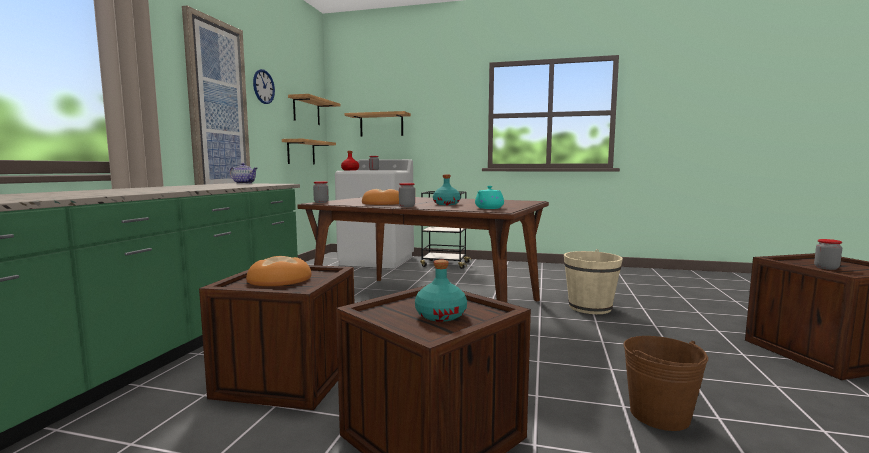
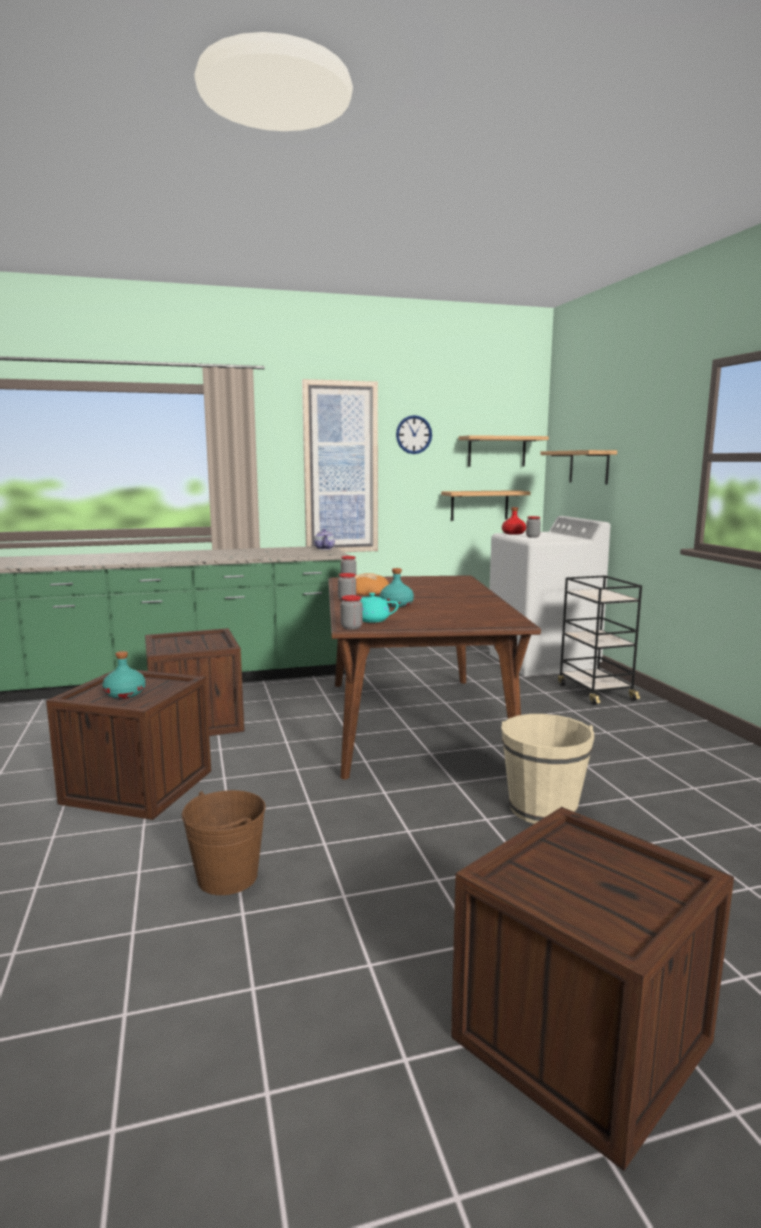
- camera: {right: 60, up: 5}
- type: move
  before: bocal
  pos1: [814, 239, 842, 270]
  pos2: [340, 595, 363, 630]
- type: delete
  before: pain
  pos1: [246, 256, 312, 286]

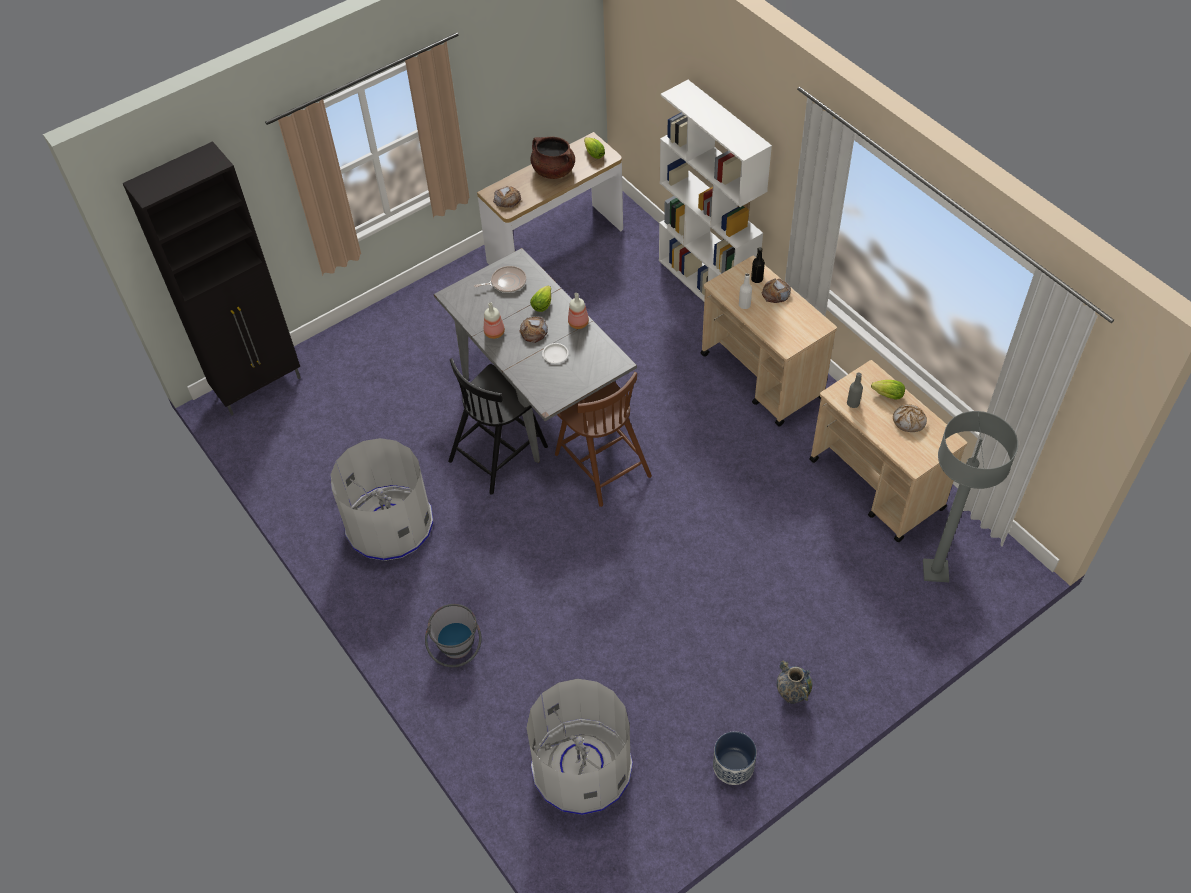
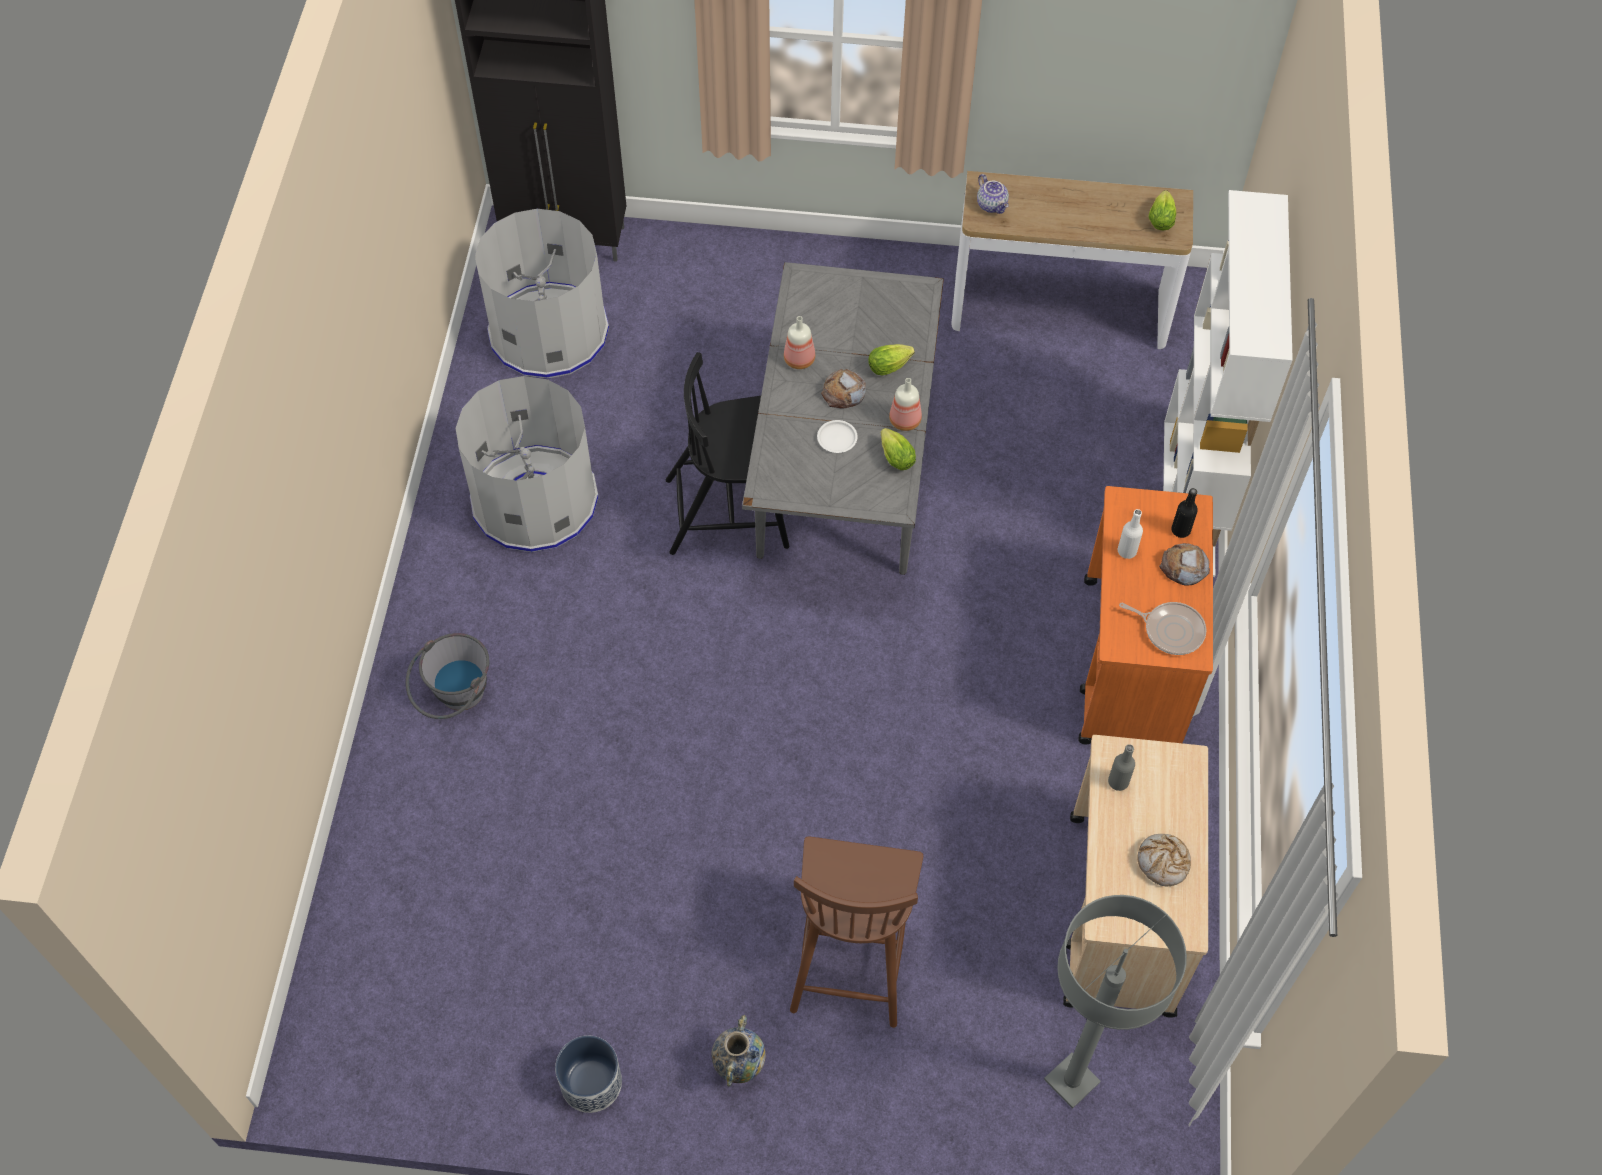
- camera: {right: 40, up: 5}
- type: delete
  before: marmite [marron]
  pos1: [530, 137, 575, 179]
- type: replace
  before: pain
  after: théière
  pos1: [493, 186, 521, 208]
  pos2: [977, 174, 1009, 214]
- type: recolor
  before: chariot [beige]
  after: chariot [orange]
  pos1: [701, 256, 837, 427]
  pos2: [1078, 486, 1213, 744]
- type: move
  before: poêle
  pos1: [474, 266, 526, 293]
  pos2: [1119, 602, 1206, 655]
- type: move
  before: chaise [marron]
  pos1: [555, 372, 652, 507]
  pos2: [790, 836, 923, 1028]
- type: move
  before: laitue
  pos1: [871, 380, 905, 400]
  pos2: [881, 428, 916, 470]
- type: move
  before: poubelle [gris]
  pos1: [526, 679, 633, 815]
  pos2: [475, 209, 609, 379]

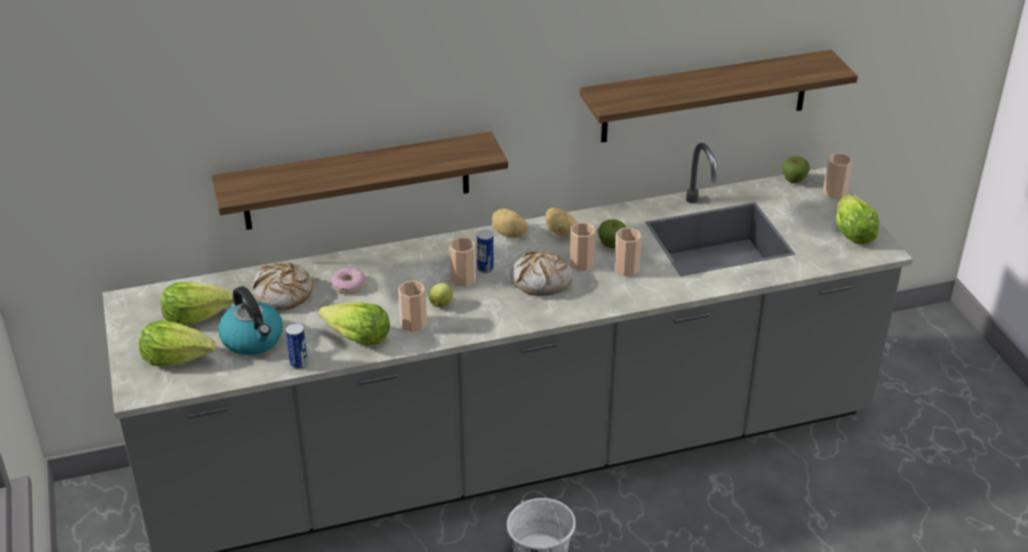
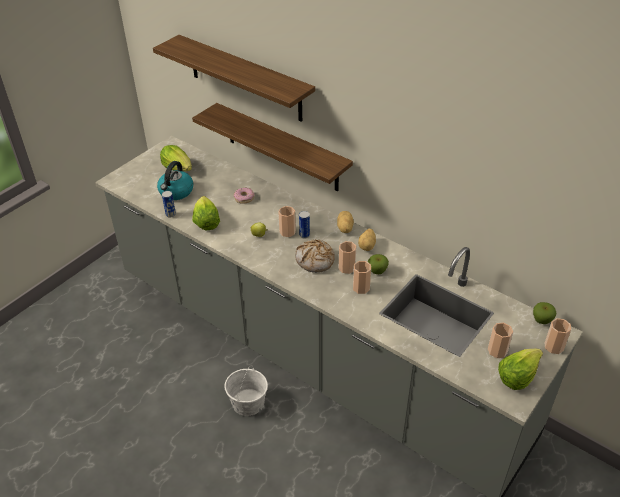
- camera: {right: 55, up: 5}
- type: move
  before: étagère
  pos1: [580, 50, 858, 142]
  pos2: [153, 35, 315, 122]
- type: delete
  before: pain
  pos1: [252, 262, 313, 311]
- type: move
  before: tasse
  pos1: [398, 281, 427, 332]
  pos2: [488, 323, 513, 358]
- type: delete
  before: laitue
  pos1: [139, 320, 216, 366]

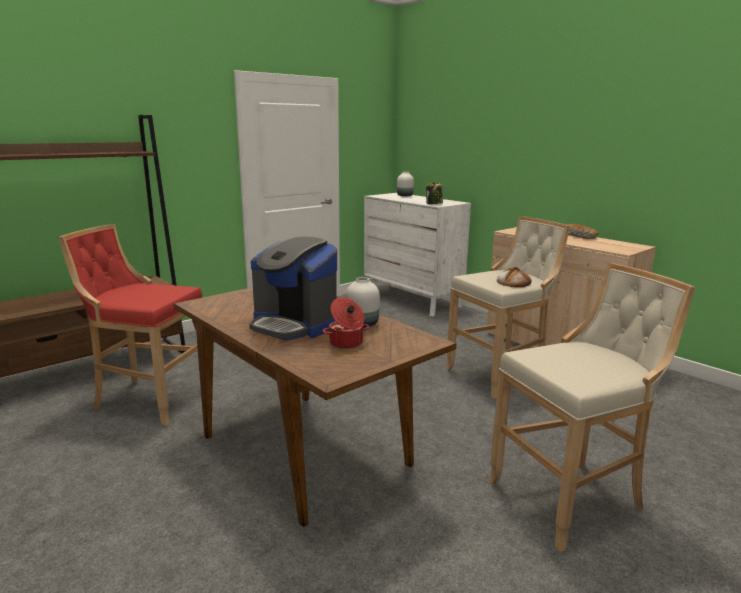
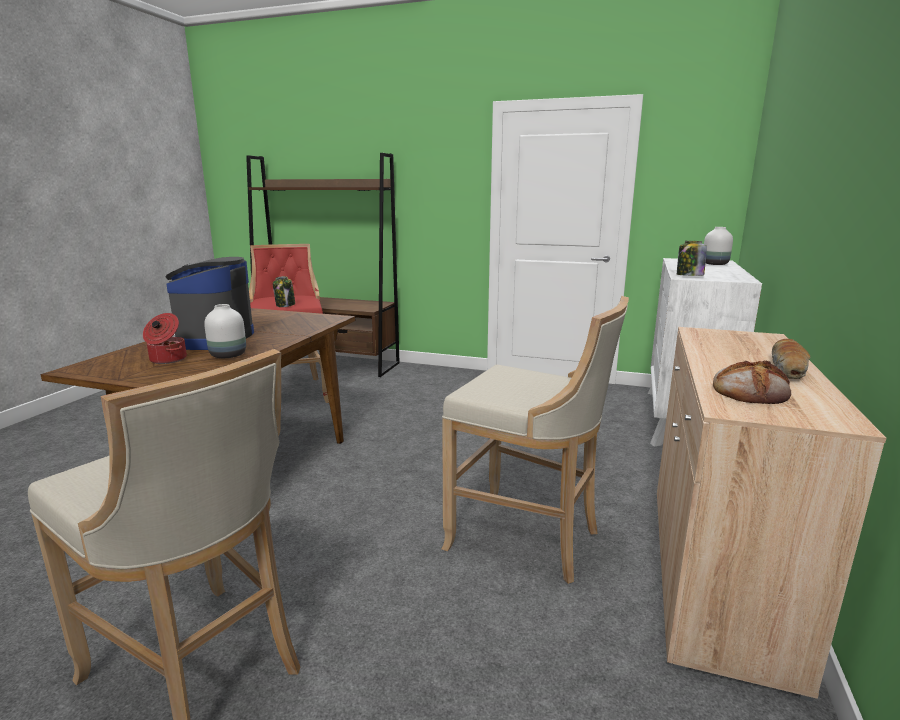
- camera: {right: 60, up: 0}
- type: move
  before: pain
  pos1: [497, 267, 531, 287]
  pos2: [713, 361, 791, 404]
- type: insert
  after: bocal
  pos2: [273, 276, 295, 307]

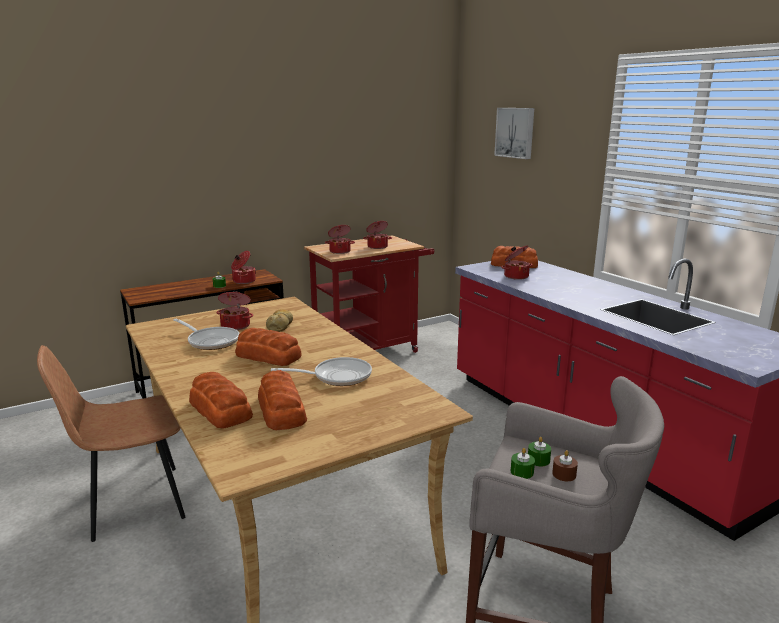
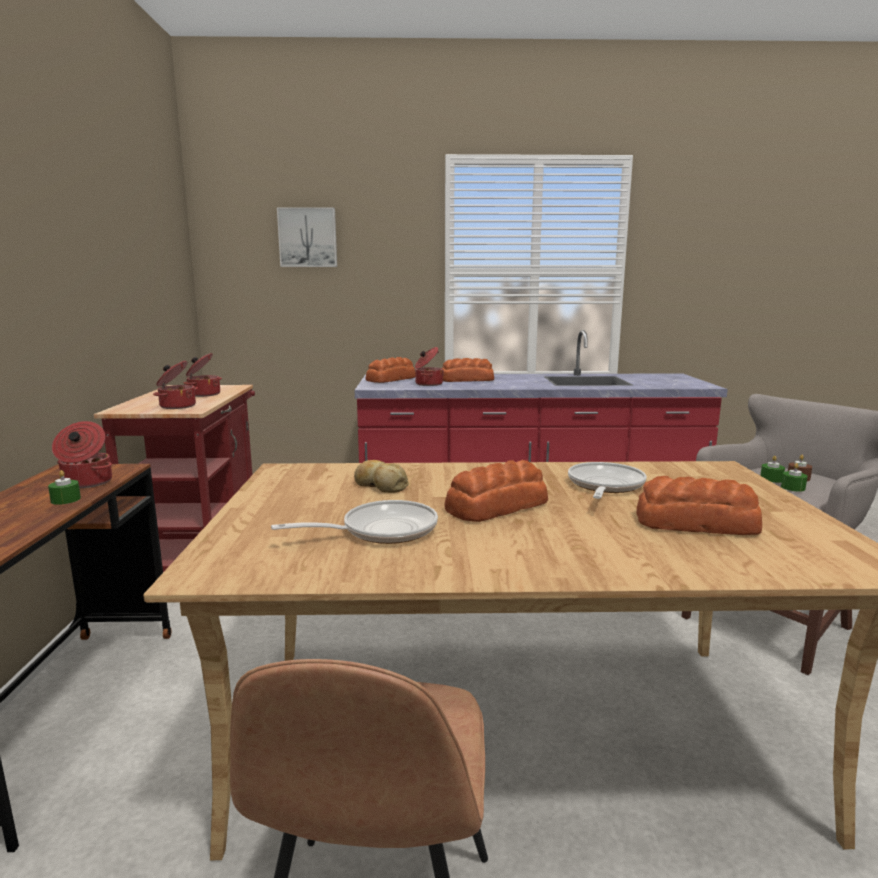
- camera: {right: -60, up: -5}
- type: delete
  before: marmite
  pos1: [217, 291, 253, 330]
- type: move
  before: pain
  pos1: [189, 372, 253, 429]
  pos2: [442, 358, 494, 382]

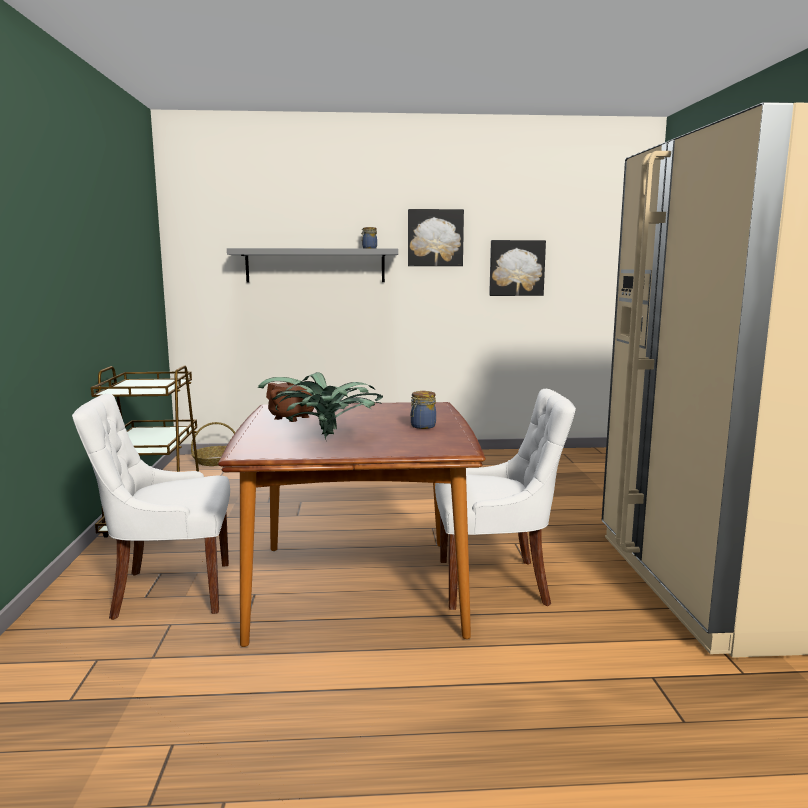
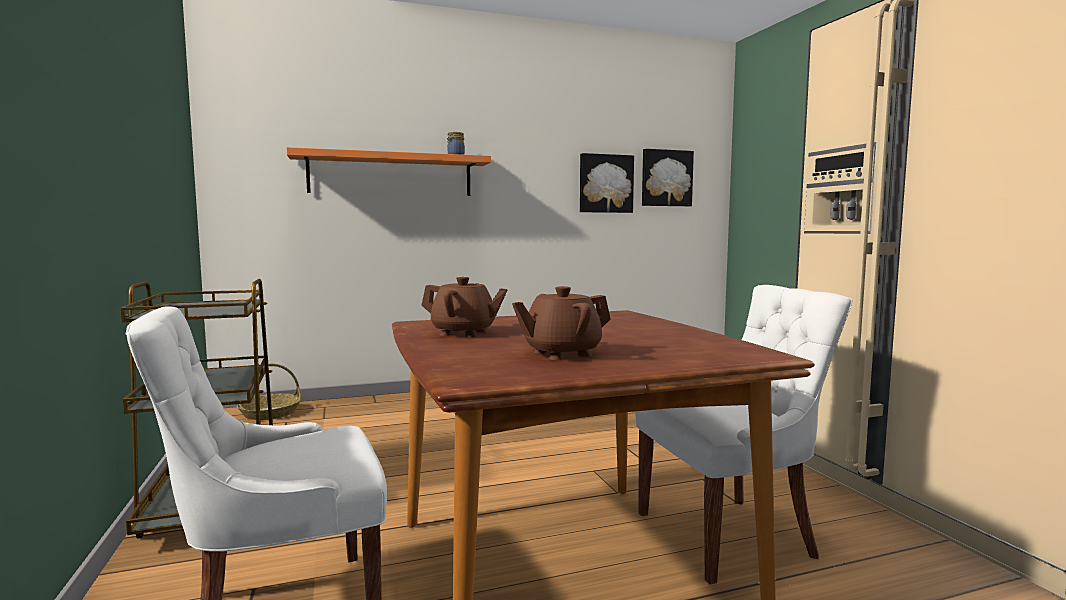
- camera: {right: -15, up: -5}
- type: move
  before: tableau
  pos1: [408, 209, 464, 266]
  pos2: [642, 149, 694, 206]
- type: recolor
  before: étagère [gris]
  after: étagère [orange]
  pos1: [227, 248, 398, 283]
  pos2: [287, 147, 491, 196]
- type: replace
  before: plante en pot
  after: théière [marron]
  pos1: [258, 372, 383, 442]
  pos2: [512, 286, 611, 360]
- type: delete
  before: bocal
  pos1: [410, 391, 436, 429]

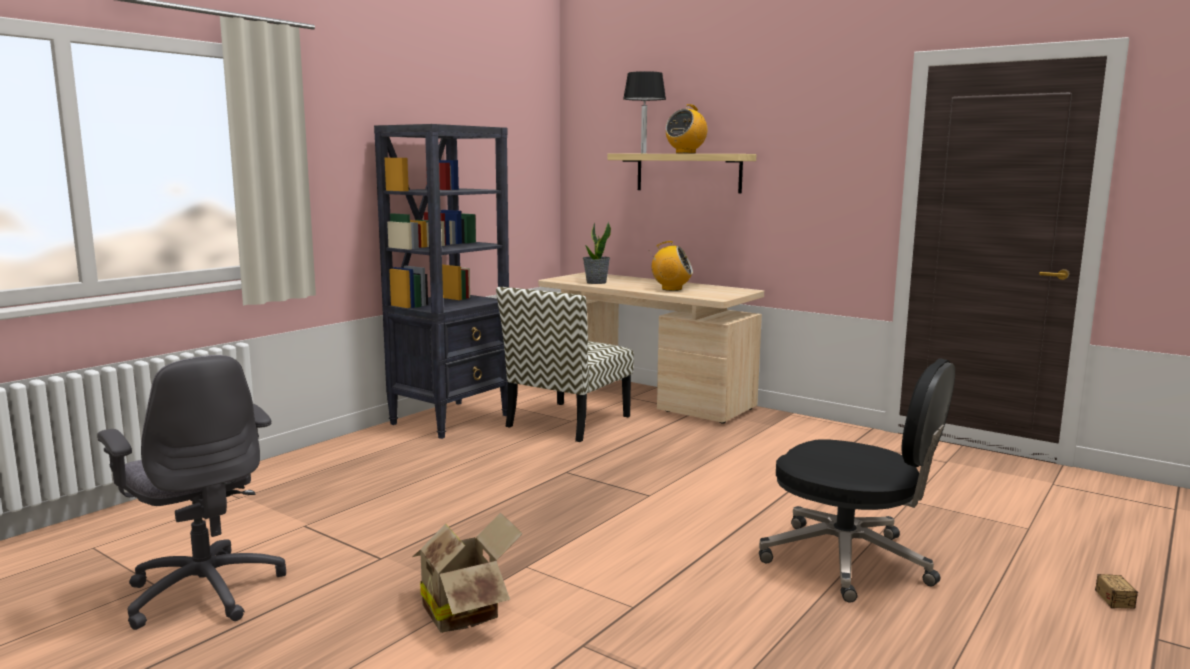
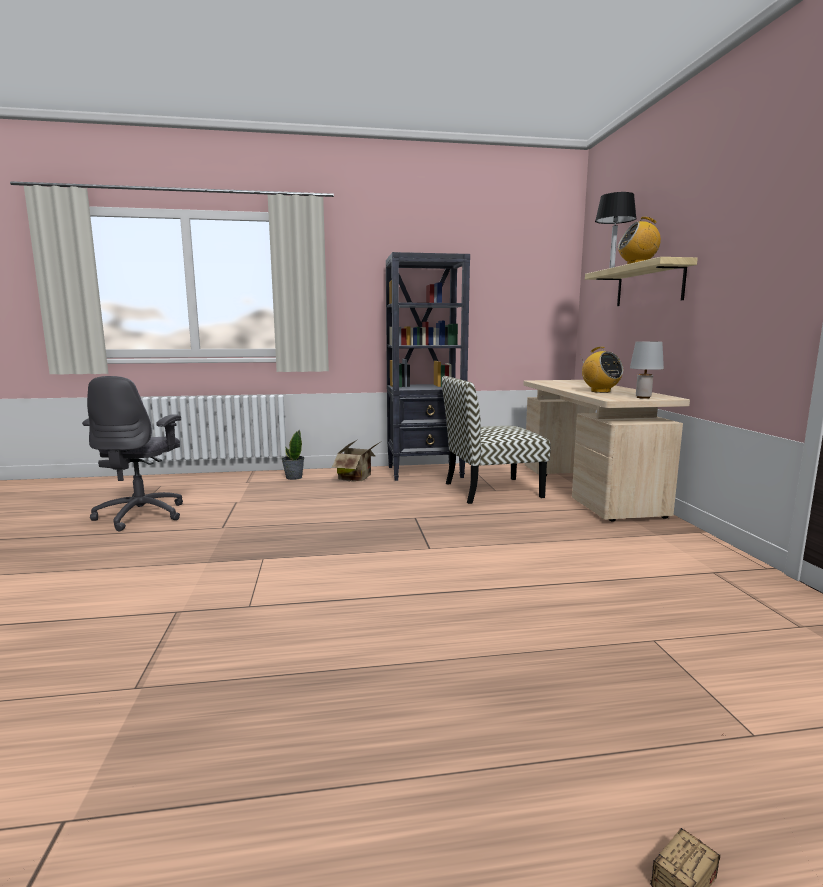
- camera: {right: 45, up: 0}
- type: move
  before: plante en pot
  pos1: [583, 222, 611, 284]
  pos2: [282, 429, 304, 480]
- type: delete
  before: chaise de bureau [noir]
  pos1: [759, 358, 955, 602]
- type: move
  before: carton
  pos1: [412, 512, 523, 633]
  pos2: [332, 440, 380, 482]
- type: insert
  after: lampe de table [gris]
  pos2: [630, 341, 664, 399]

